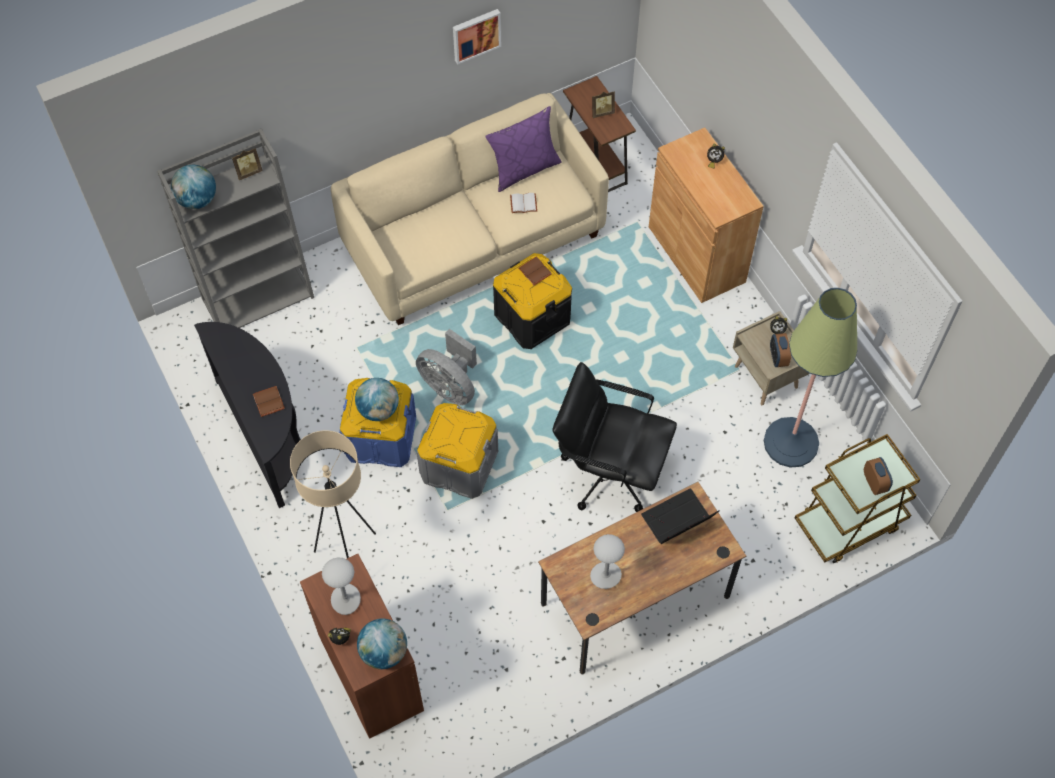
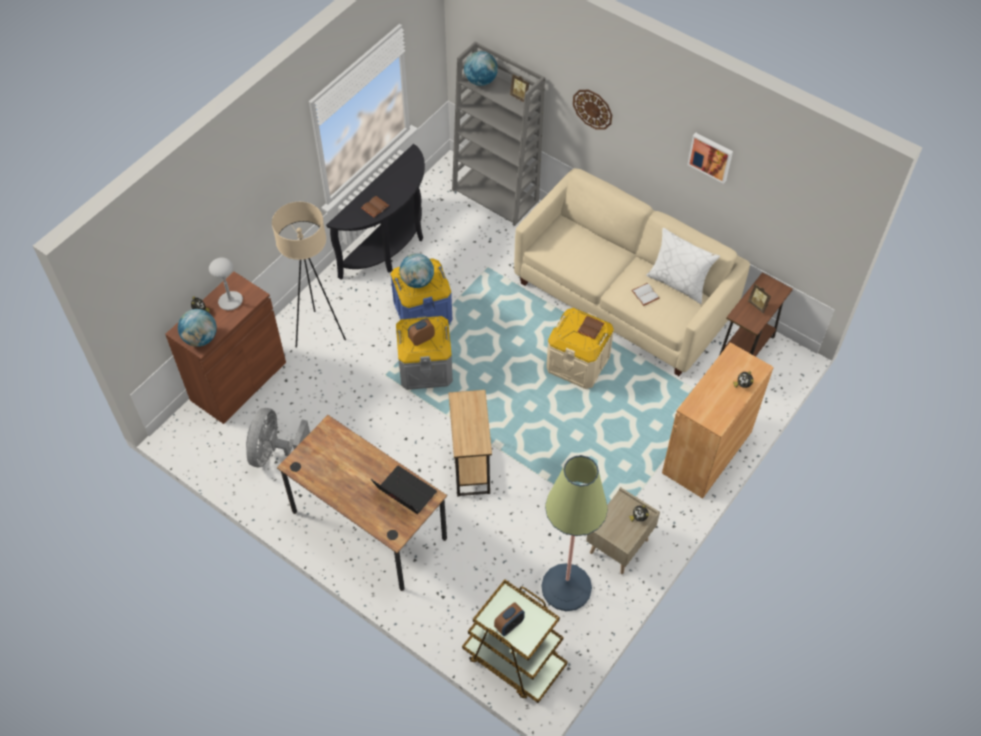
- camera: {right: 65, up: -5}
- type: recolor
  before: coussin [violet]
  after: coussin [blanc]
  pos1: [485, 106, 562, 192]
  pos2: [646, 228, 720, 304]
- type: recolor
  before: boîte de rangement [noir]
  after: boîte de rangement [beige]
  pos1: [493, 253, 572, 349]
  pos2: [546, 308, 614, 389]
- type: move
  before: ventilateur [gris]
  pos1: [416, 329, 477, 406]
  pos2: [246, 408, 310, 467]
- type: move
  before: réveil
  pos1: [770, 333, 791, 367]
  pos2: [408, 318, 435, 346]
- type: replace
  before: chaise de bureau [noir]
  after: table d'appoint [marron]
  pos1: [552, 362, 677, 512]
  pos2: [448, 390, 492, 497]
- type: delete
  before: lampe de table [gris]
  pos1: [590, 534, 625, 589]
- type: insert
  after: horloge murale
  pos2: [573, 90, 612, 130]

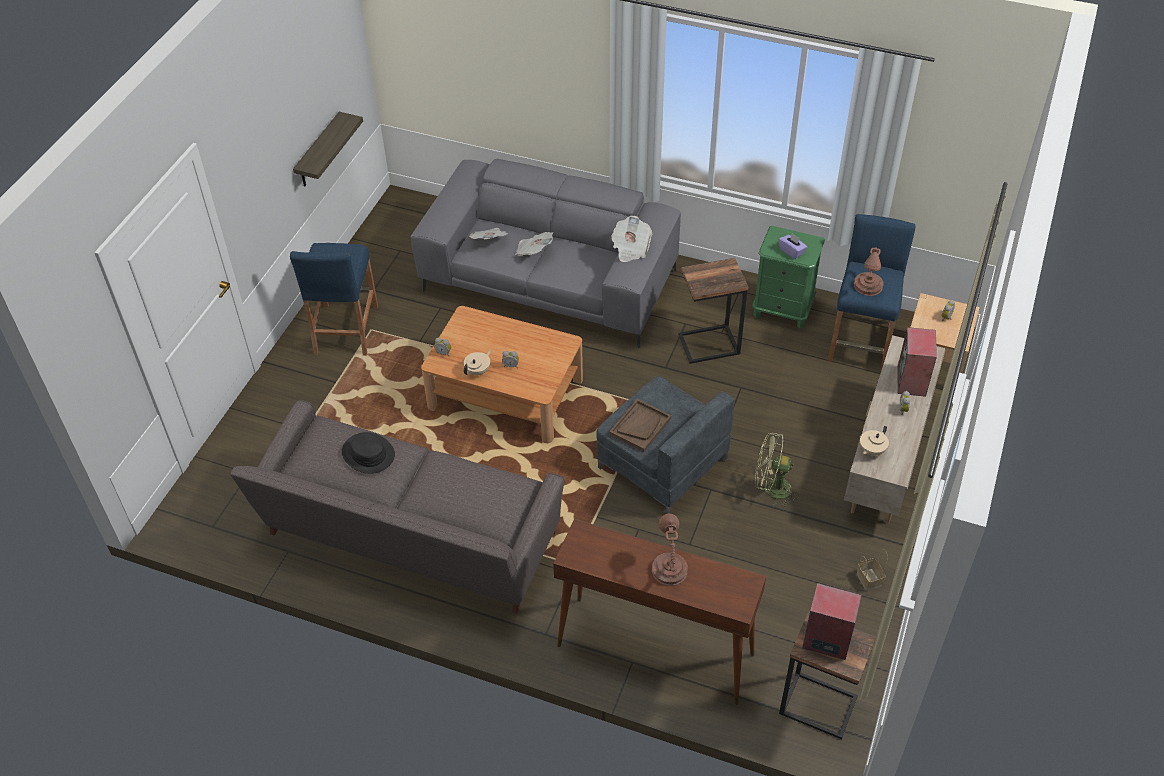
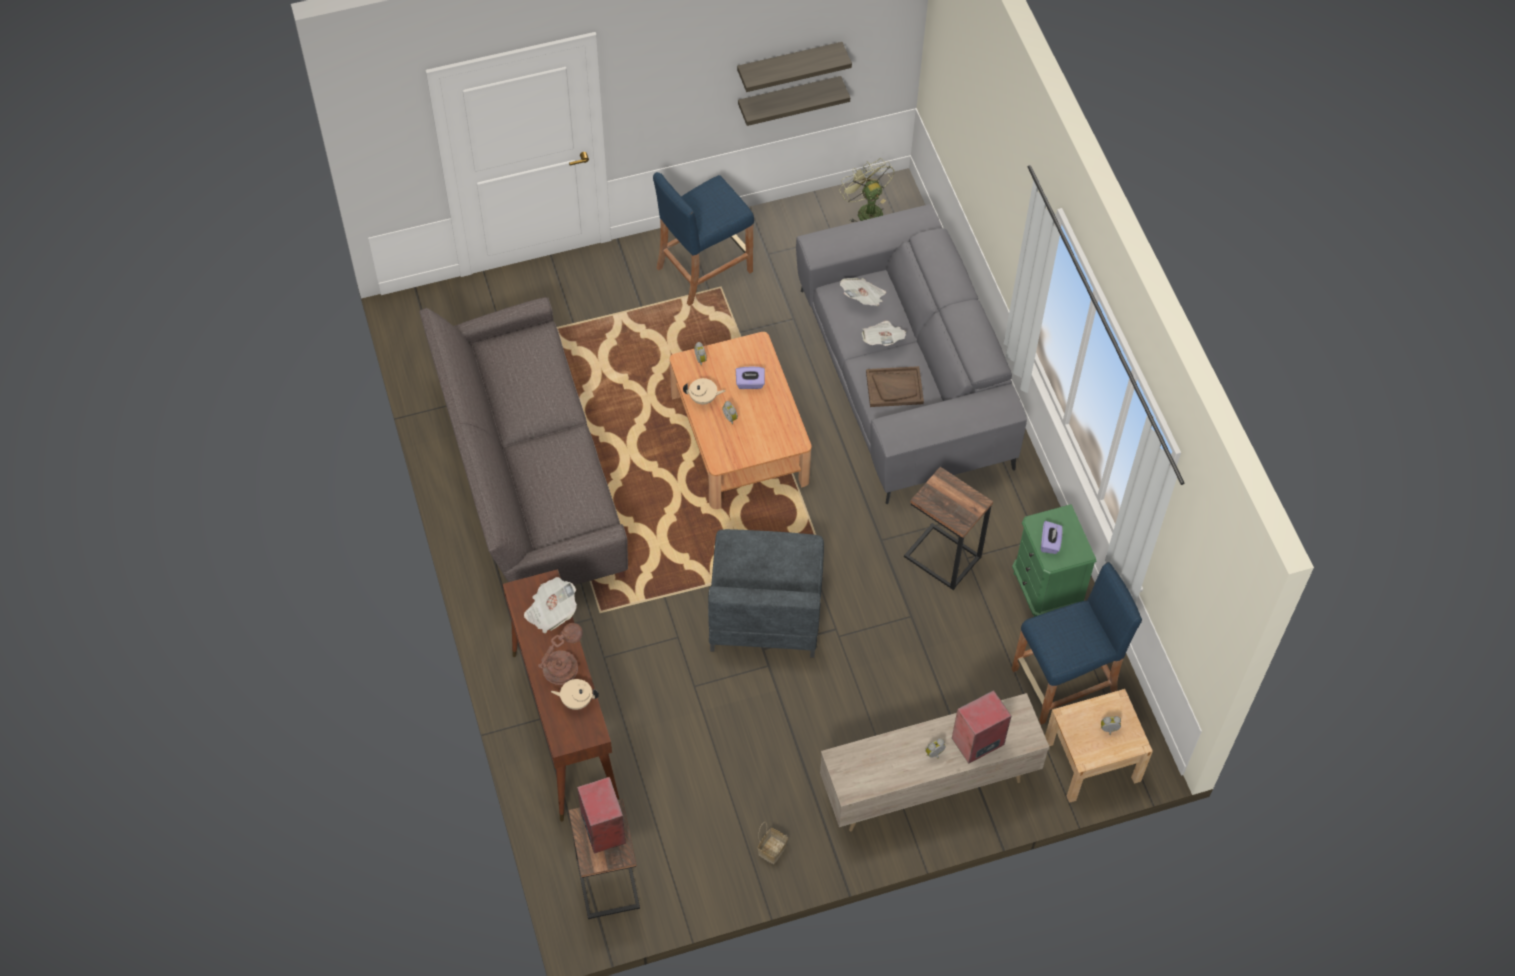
- camera: {right: 50, up: 10}
- type: move
  before: journal
  pos1: [611, 216, 652, 262]
  pos2: [524, 577, 577, 633]
- type: delete
  before: lampe de table [marron]
  pos1: [854, 248, 884, 296]
- type: move
  before: plateau [marron]
  pos1: [609, 399, 671, 452]
  pos2: [866, 366, 924, 407]
- type: move
  before: théière [beige]
  pos1: [860, 426, 889, 456]
  pos2: [551, 679, 599, 710]
- type: delete
  before: chapeau [noir]
  pos1: [342, 432, 395, 474]
- type: move
  before: ventilateur [vert]
  pos1: [755, 433, 798, 507]
  pos2: [839, 158, 894, 222]
- type: insert
  after: étagère
  pos2: [737, 42, 852, 92]
- type: insert
  after: boîte à mouchoirs [violet]
  pos2: [736, 367, 765, 389]

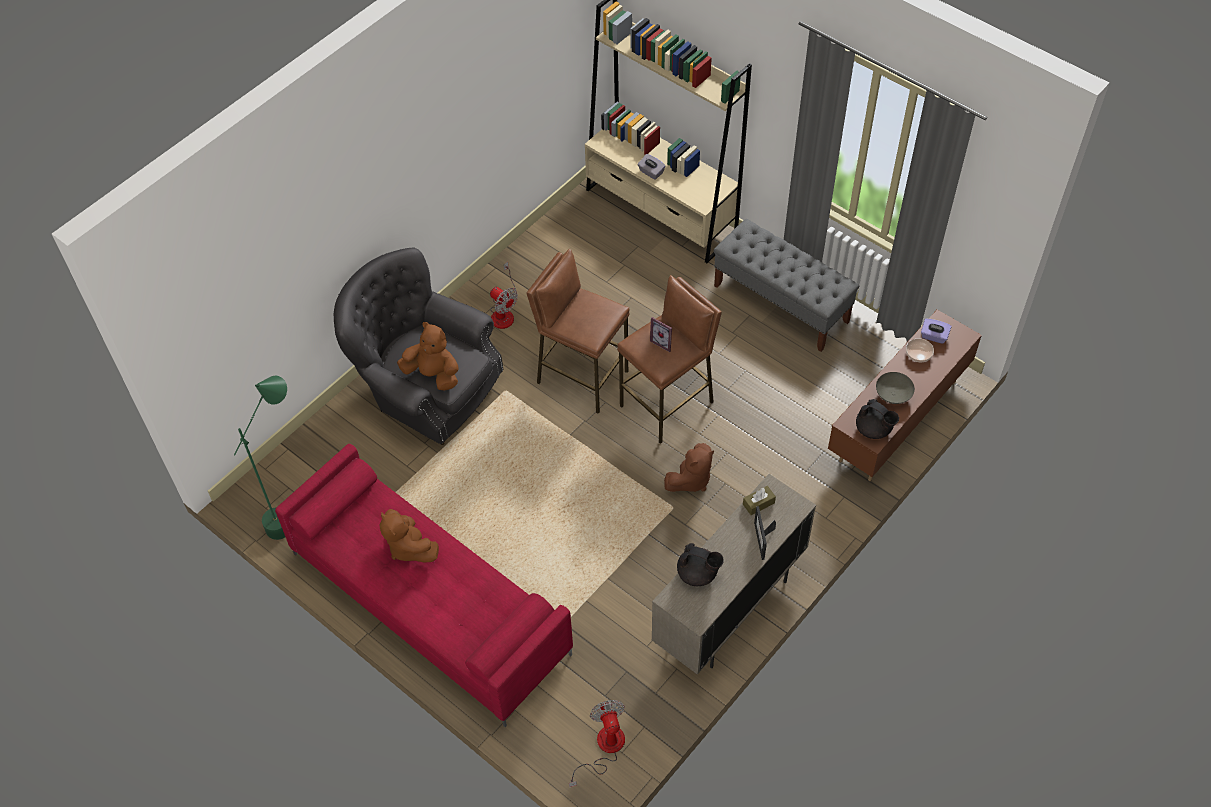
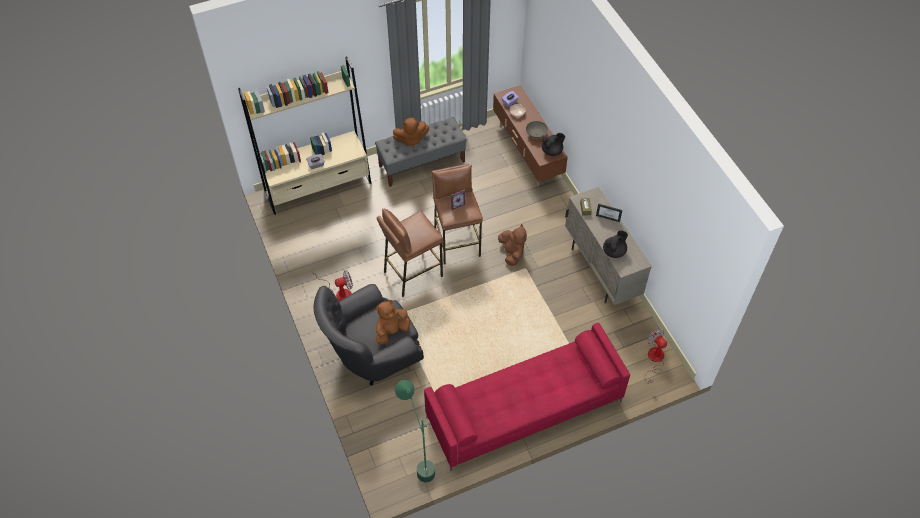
- camera: {right: -65, up: 0}
- type: move
  before: peluche [marron]
  pos1: [380, 509, 439, 563]
  pos2: [393, 118, 429, 148]
- type: rotate
  before: ventilateur
  pos1: [569, 700, 625, 787]
  pos2: [645, 329, 667, 384]
  turn: 45

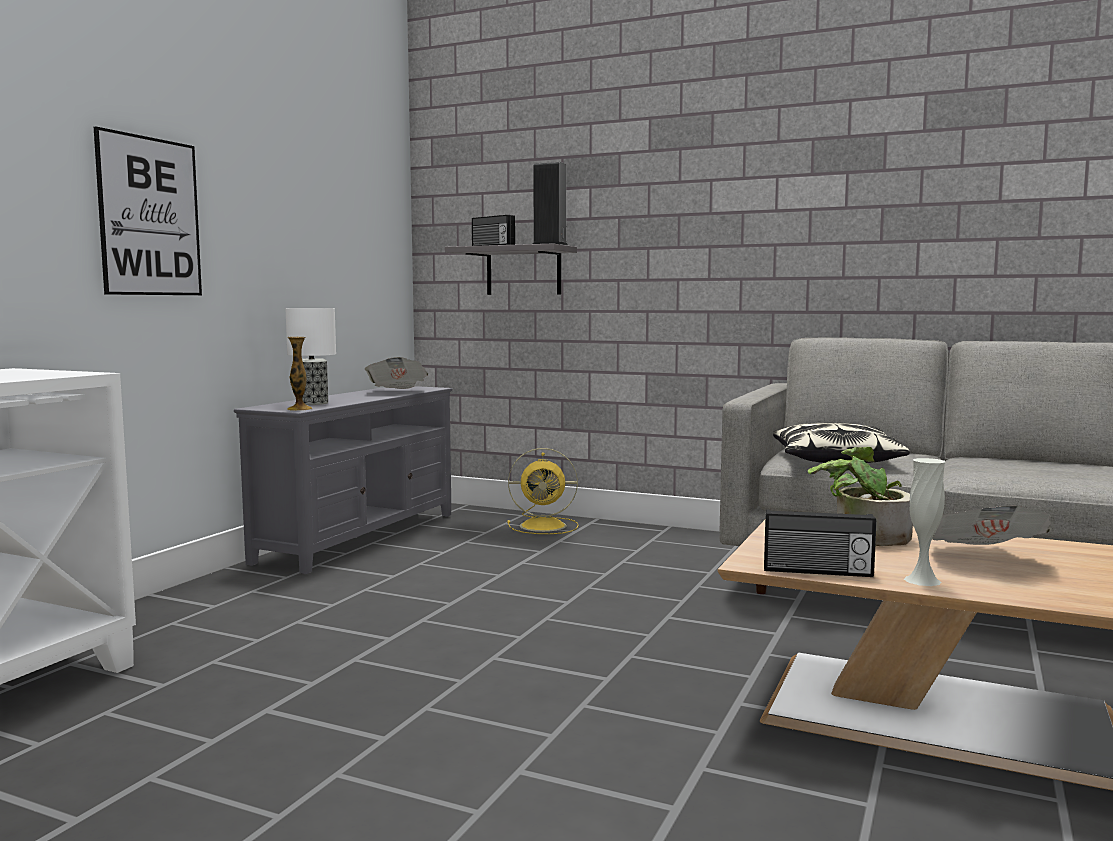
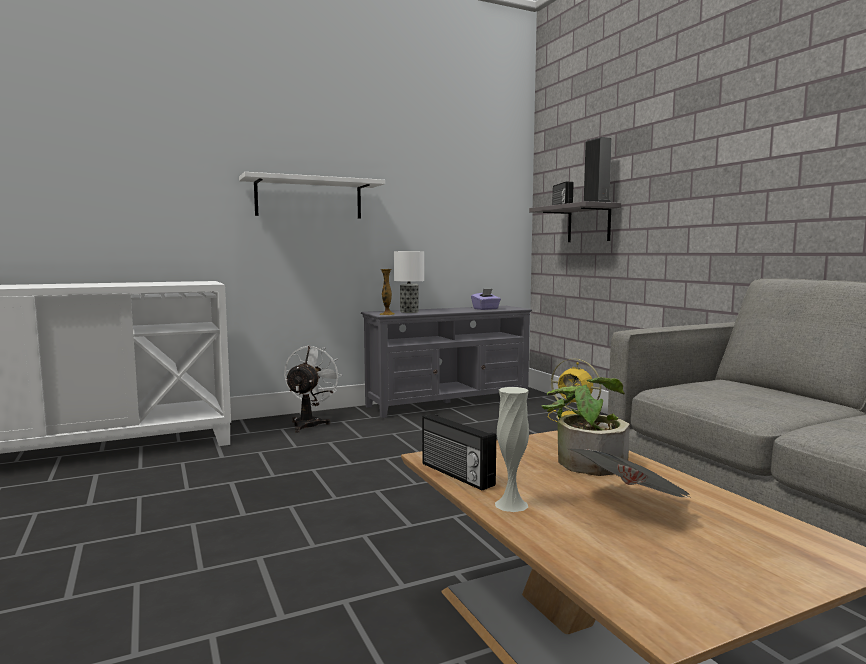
- camera: {right: 40, up: 0}
- type: replace
  before: tableau
  after: étagère [blanc]
  pos1: [94, 127, 202, 295]
  pos2: [239, 172, 385, 219]
- type: replace
  before: journal
  after: boîte à mouchoirs [violet]
  pos1: [365, 357, 428, 389]
  pos2: [471, 289, 501, 310]
- type: delete
  before: coussin
  pos1: [773, 423, 910, 463]
- type: insert
  after: ventilateur [blanc]
  pos2: [284, 345, 342, 433]

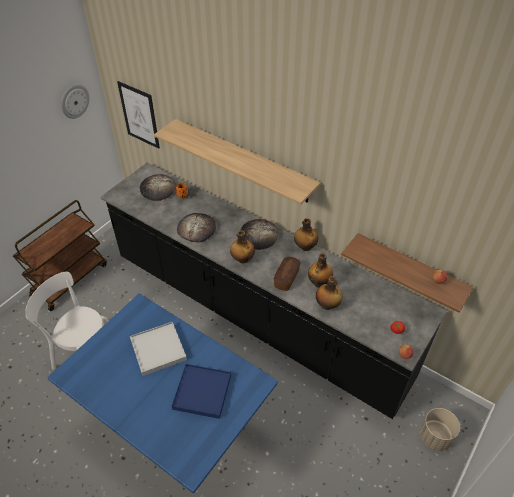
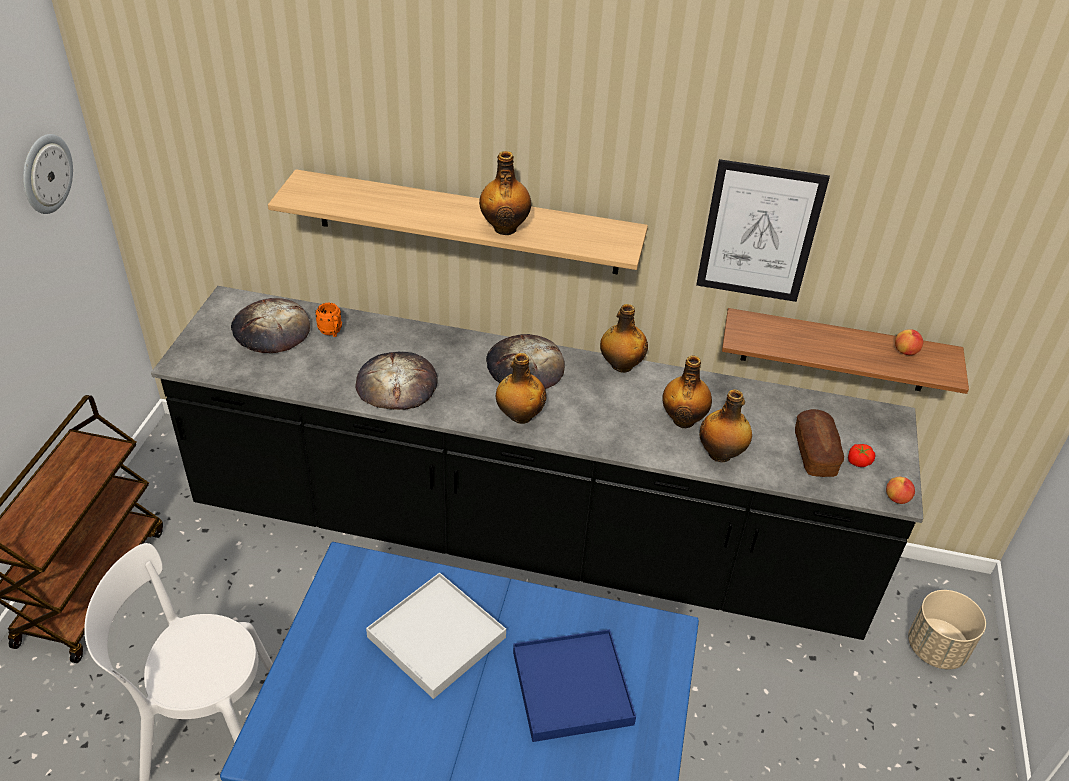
- camera: {right: -25, up: -5}
- type: move
  before: tableau
  pos1: [117, 81, 160, 149]
  pos2: [696, 159, 830, 302]
- type: move
  before: pain
  pos1: [274, 257, 300, 291]
  pos2: [795, 409, 844, 477]
- type: insert
  after: bouteille
  pos2: [479, 151, 531, 235]

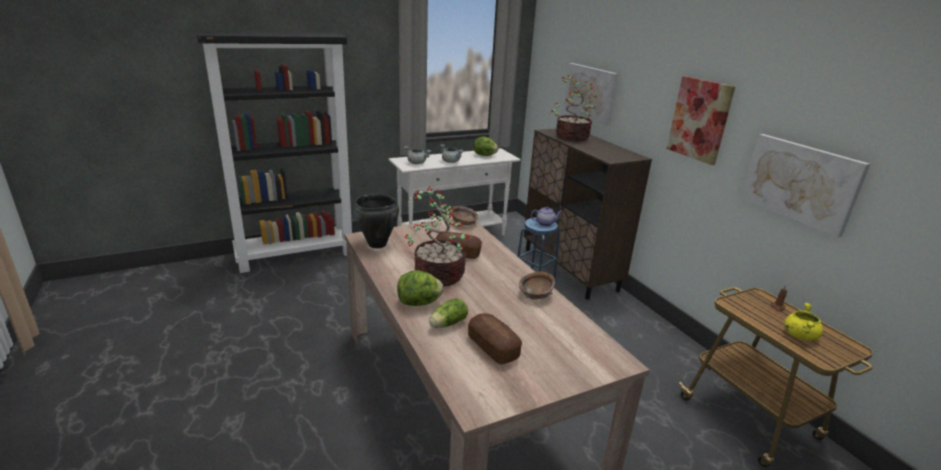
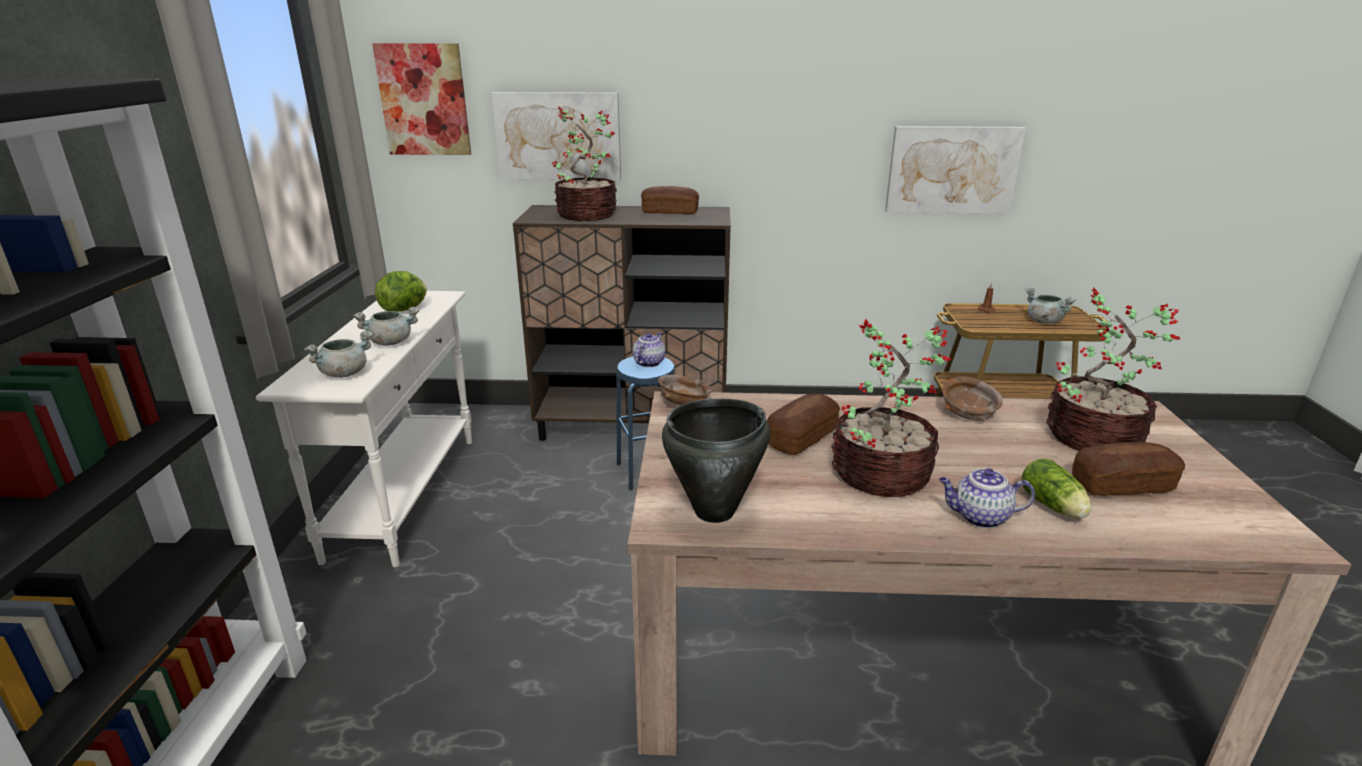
- camera: {right: -60, up: 0}
- type: move
  before: tableau
  pos1: [667, 76, 735, 165]
  pos2: [372, 43, 471, 155]
- type: replace
  before: laitue
  after: théière
  pos1: [397, 270, 444, 306]
  pos2: [939, 468, 1035, 528]
- type: recolor
  before: marmite [jaune]
  after: marmite [gris]
  pos1: [784, 303, 823, 341]
  pos2: [1025, 288, 1076, 324]
- type: insert
  after: pain
  pos2: [641, 186, 699, 214]
- type: insert
  after: plante en pot
  pos2: [1046, 287, 1181, 451]

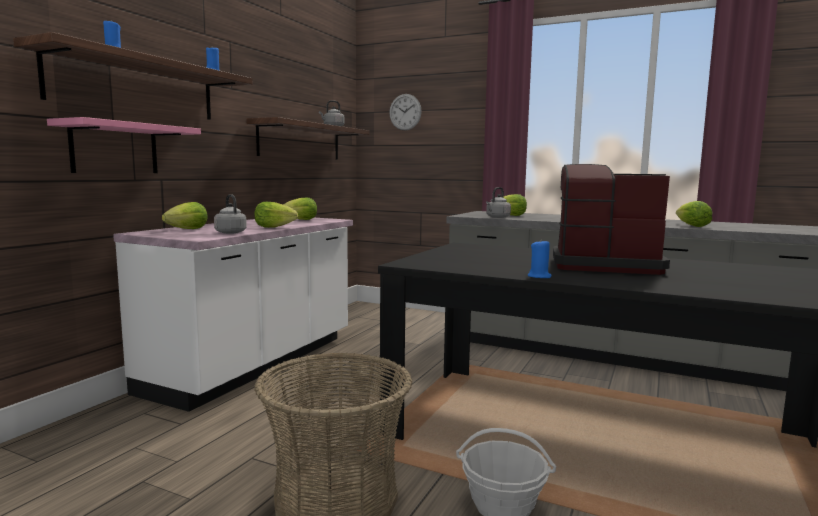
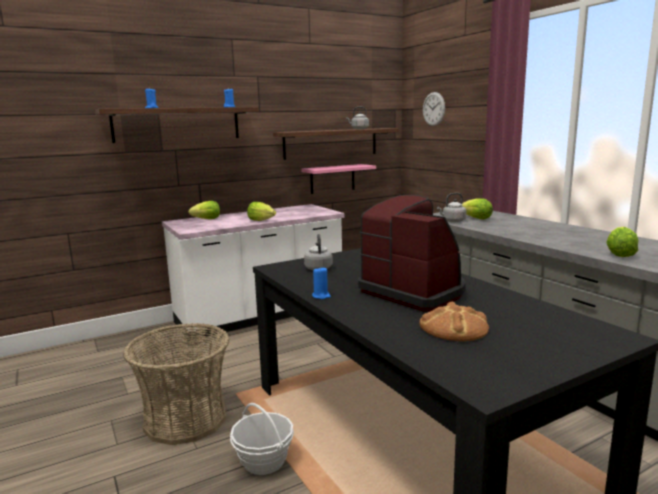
- camera: {right: 35, up: 5}
- type: move
  before: étagère [rose]
  pos1: [47, 117, 201, 173]
  pos2: [301, 164, 376, 194]
- type: move
  before: bouilloire [gris]
  pos1: [214, 194, 247, 234]
  pos2: [304, 234, 333, 270]
- type: delete
  before: laitue
  pos1: [283, 198, 317, 220]
- type: insert
  after: pain
  pos2: [419, 302, 489, 341]

